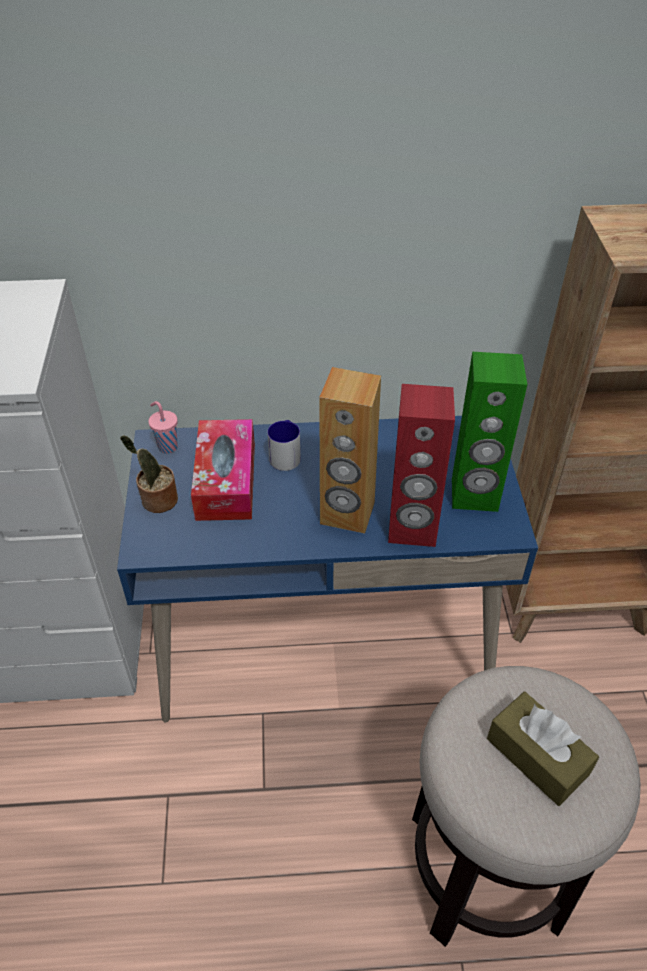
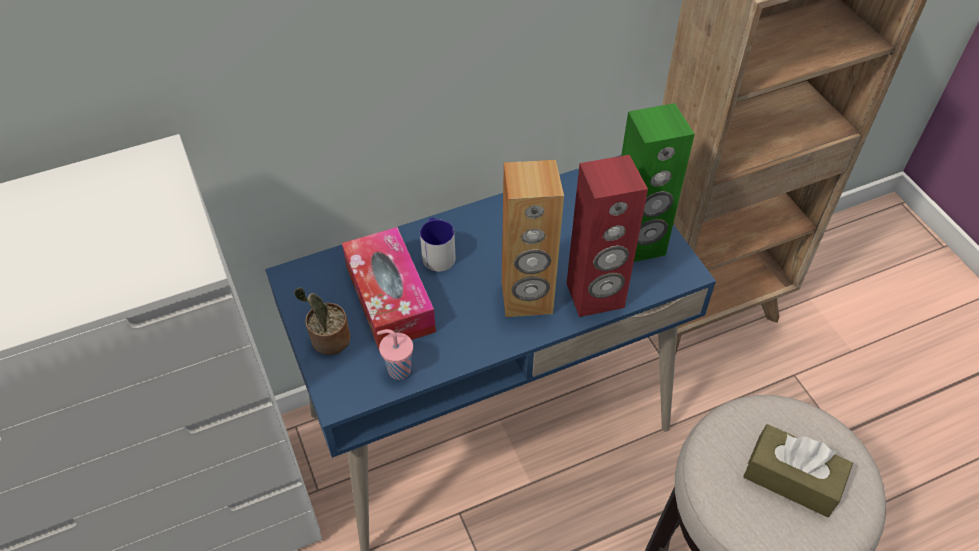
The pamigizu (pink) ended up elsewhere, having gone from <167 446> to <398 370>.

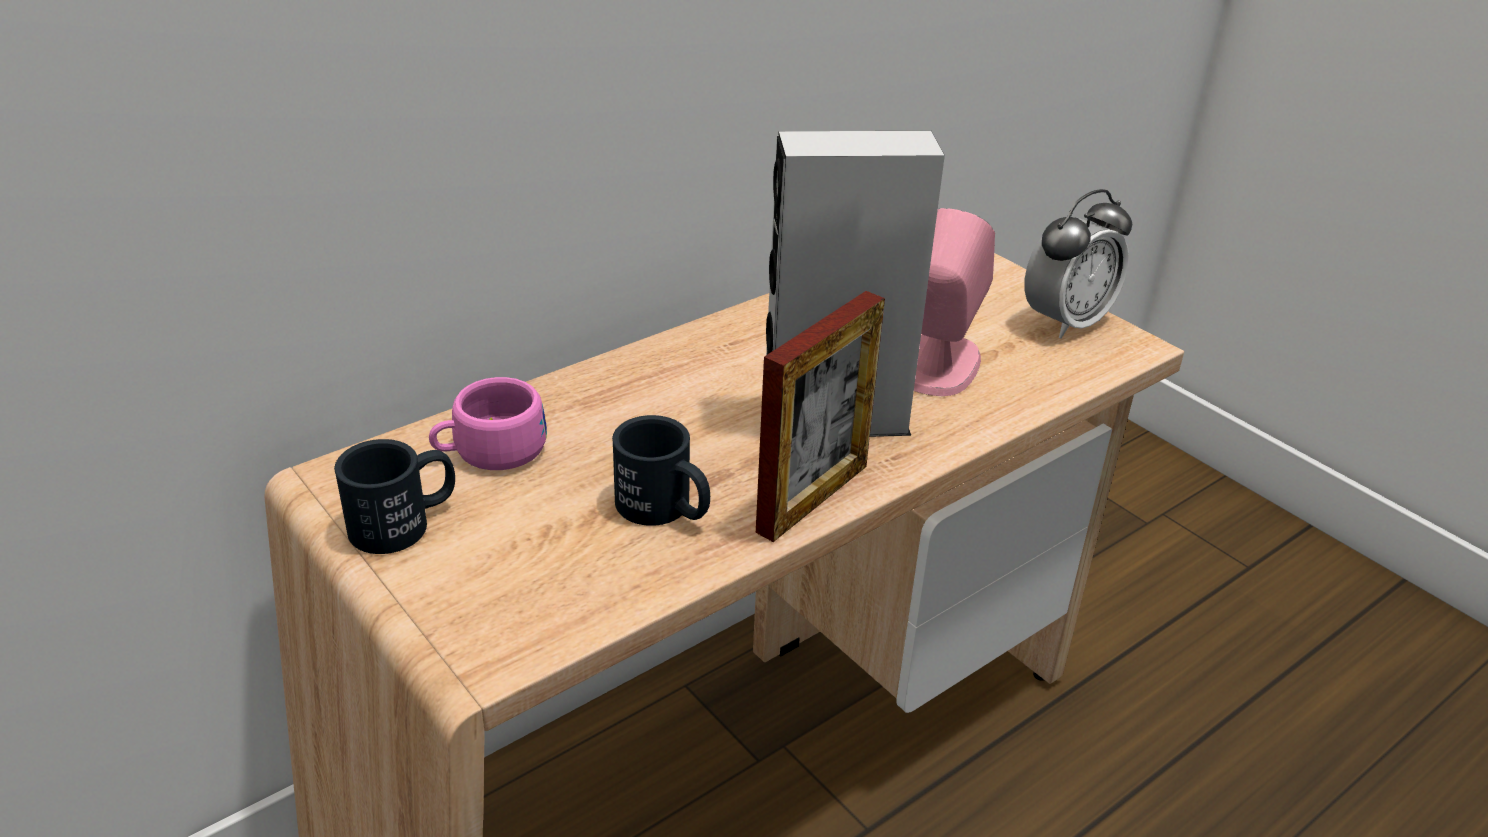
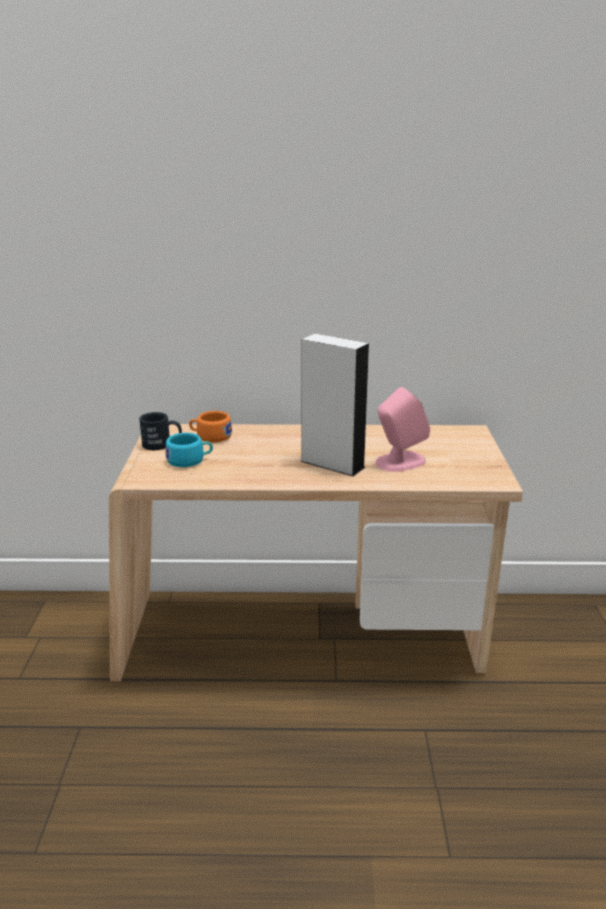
The second view lost the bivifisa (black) at <665 509>. The second view lost the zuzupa at <813 498>. The second view lost the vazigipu at <1066 322>. The second view gained the pamigizu (turquoise) at <190 460>. What was the pamigizu (pink) at <490 451> turned into the pamigizu (orange) at <210 436>.

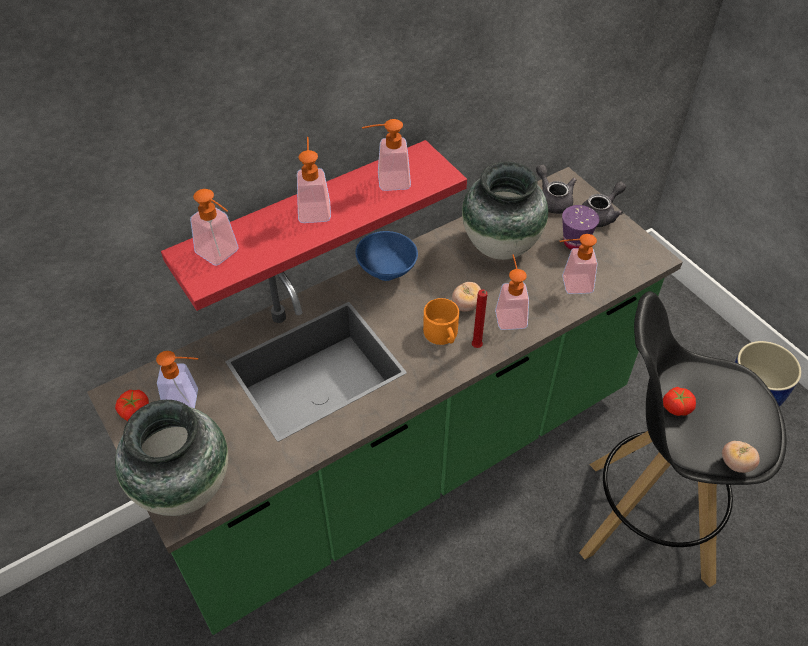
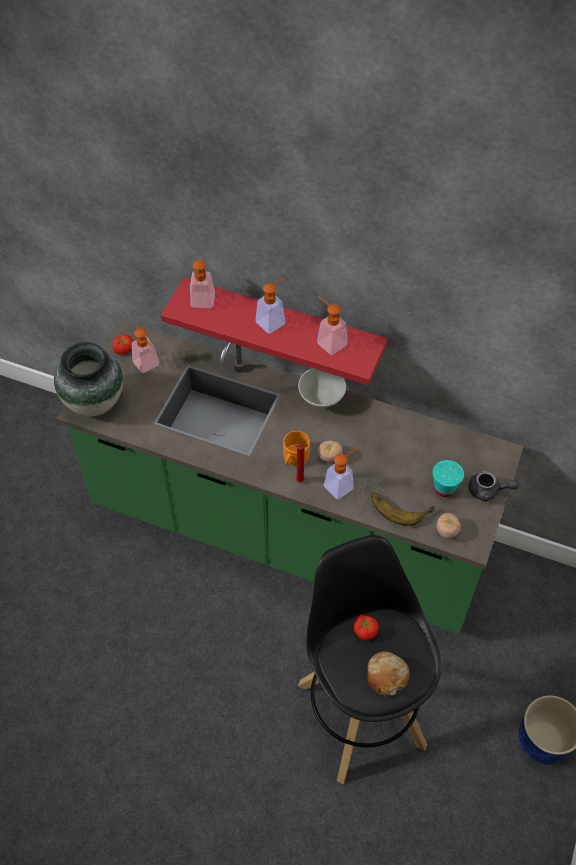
The second view lost the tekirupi at <500 245>. The second view lost the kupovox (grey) at <552 200>. The second view gained the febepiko at <386 676>. The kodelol ended up elsewhere, having gone from <735 464> to <447 531>. Where the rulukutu stood at <571 284>, the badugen came to stand at <400 506>. What was the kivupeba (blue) at <387 271> turned into the kivupeba (white) at <322 398>. What was the pamigizu (purple) at <575 242> turned into the pamigizu (turquoise) at <444 489>.

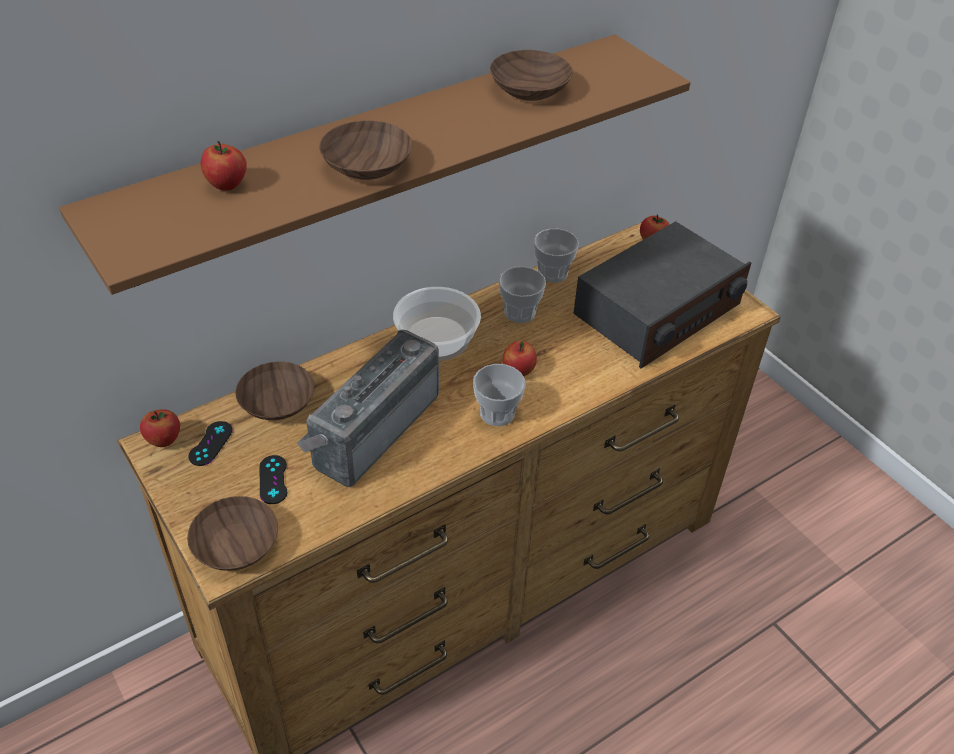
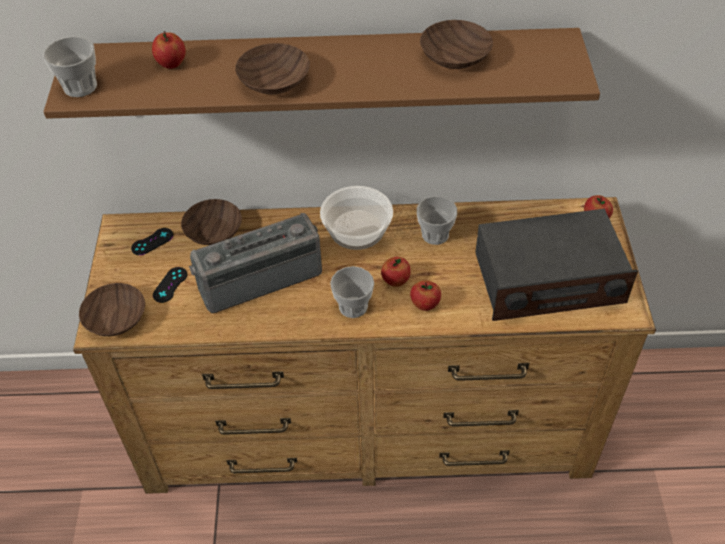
The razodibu ended up elsewhere, having gone from <164 440> to <425 304>. The pamigizu ended up elsewhere, having gone from <552 273> to <80 86>.

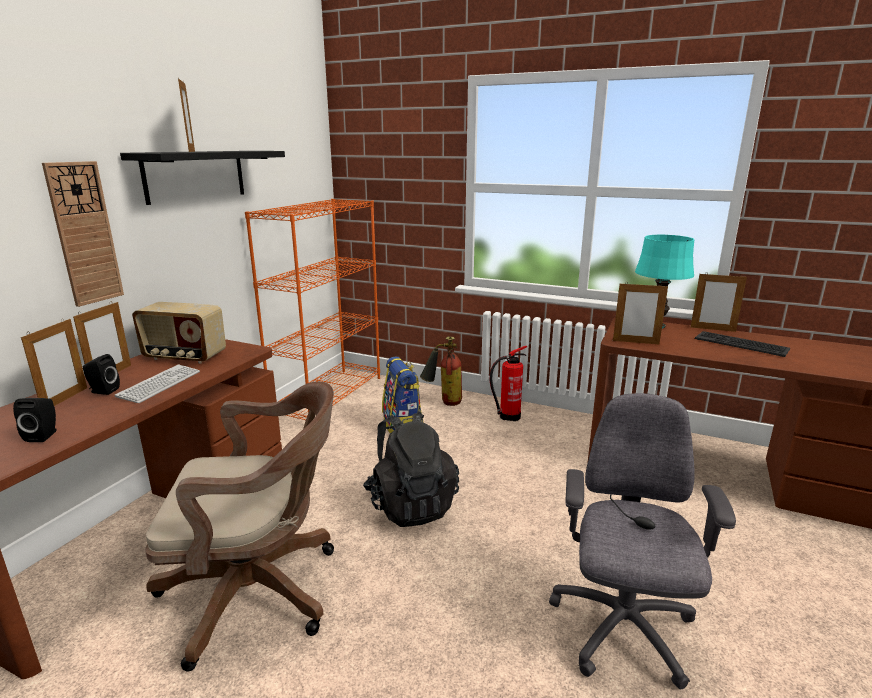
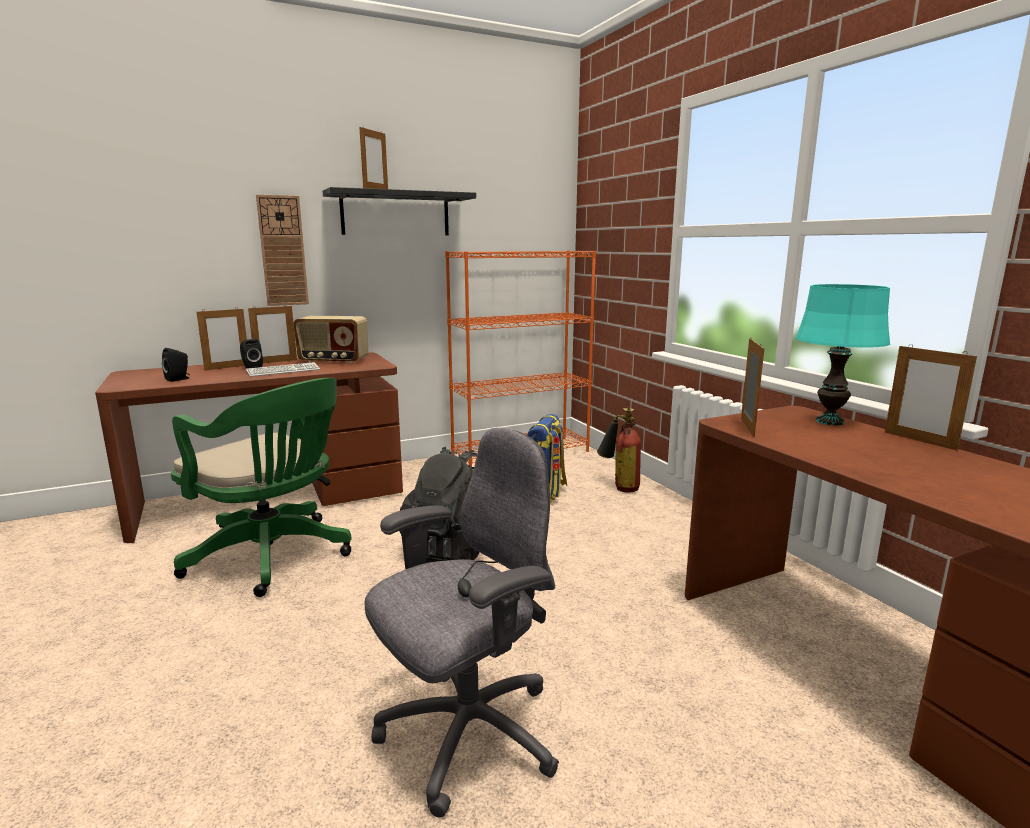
The second view lost the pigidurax at <507 416>. The second view lost the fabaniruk at <741 344>. What was the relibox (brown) at <260 591> turned into the relibox (green) at <274 557>. The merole at <184 357> ended up facing another way, 45 degrees counterclockwise from before. The zuzupa at <635 342> ended up facing another way, 135 degrees counterclockwise from before.

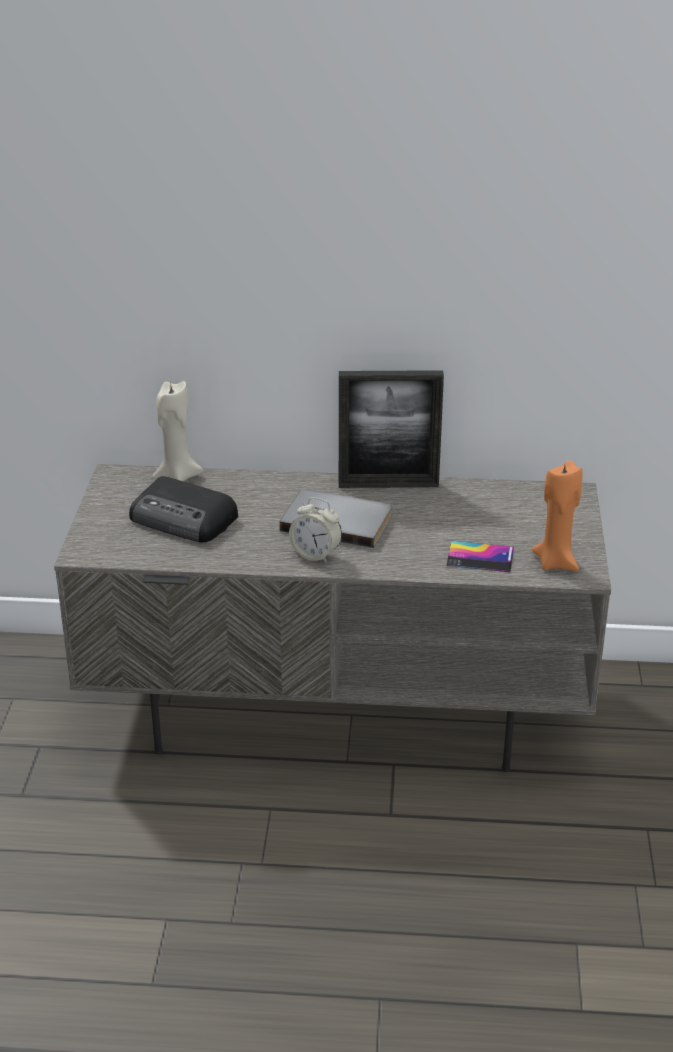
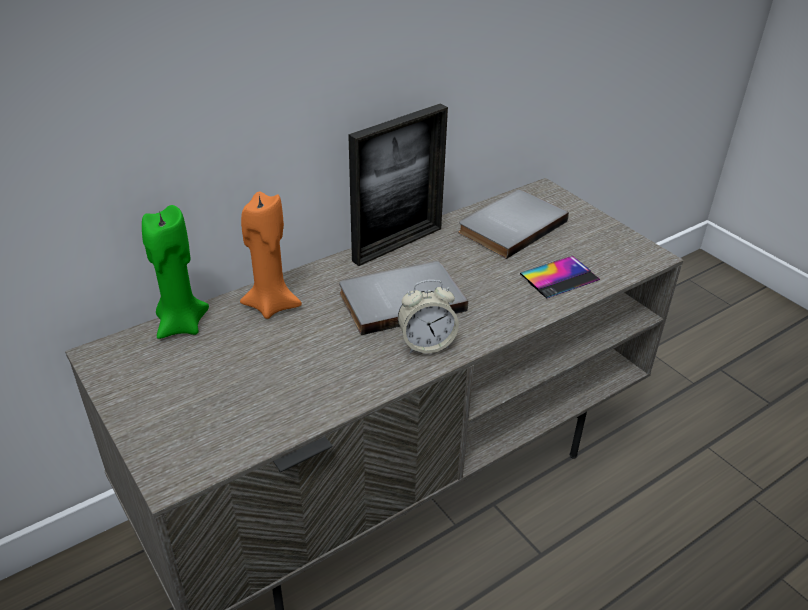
The second view lost the merole at <184 519>. The second view gained the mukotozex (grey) at <509 225>. The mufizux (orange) ended up elsewhere, having gone from <556 562> to <271 305>. What was the mufizux (beige) at <177 477> turned into the mufizux (green) at <181 325>.

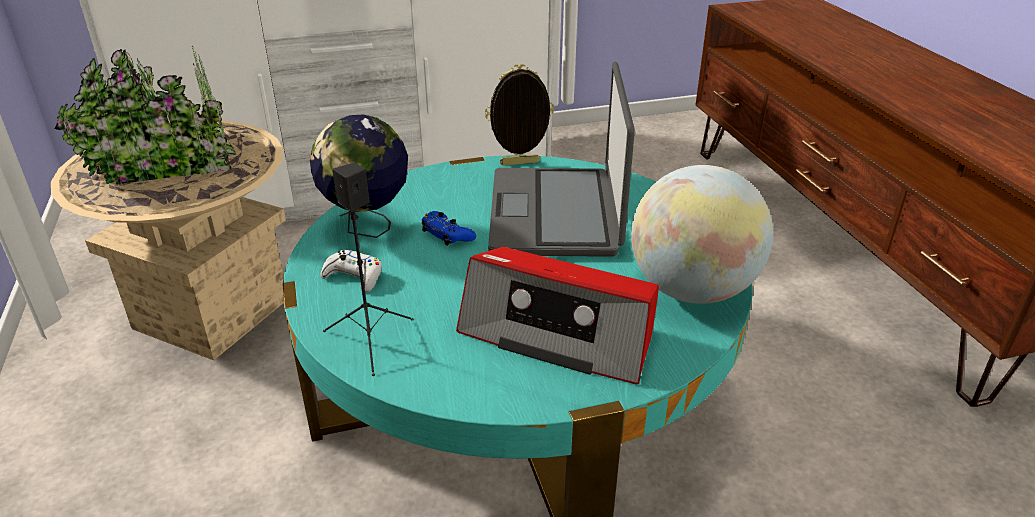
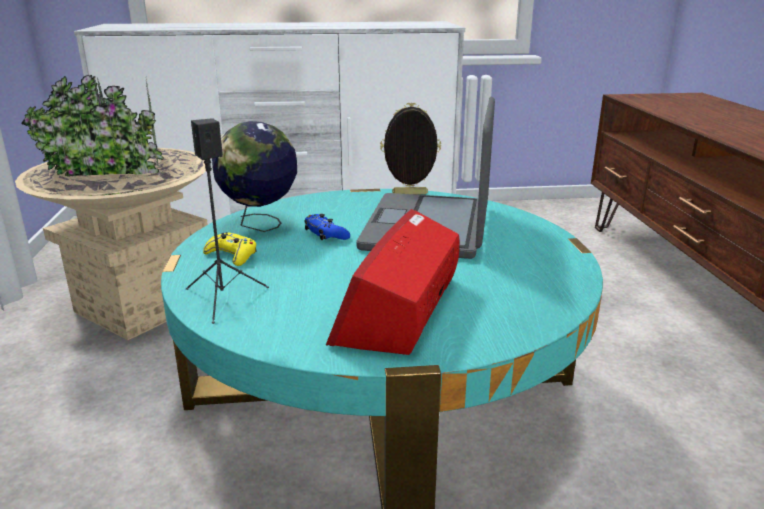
The second view lost the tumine at <692 290>. What was the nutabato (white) at <354 277> turned into the nutabato (yellow) at <232 255>. The merole at <560 333> ended up facing another way, 75 degrees clockwise from before.

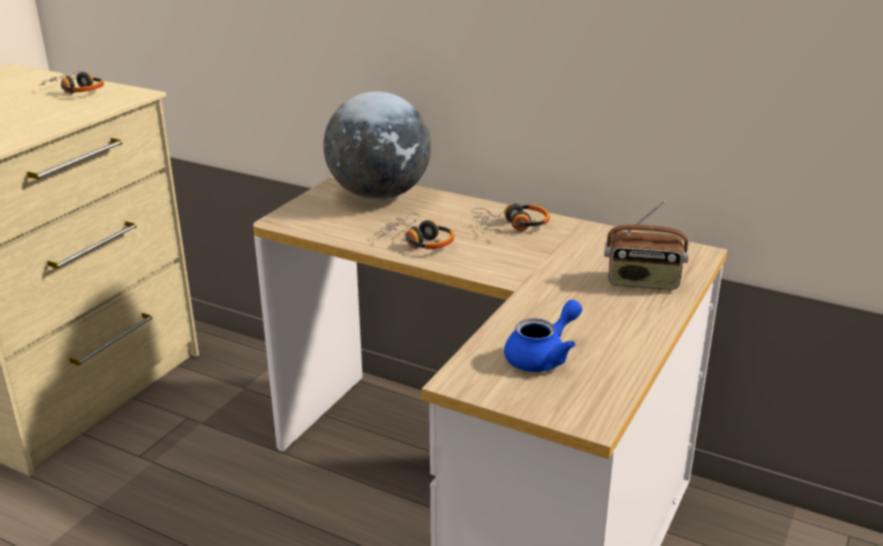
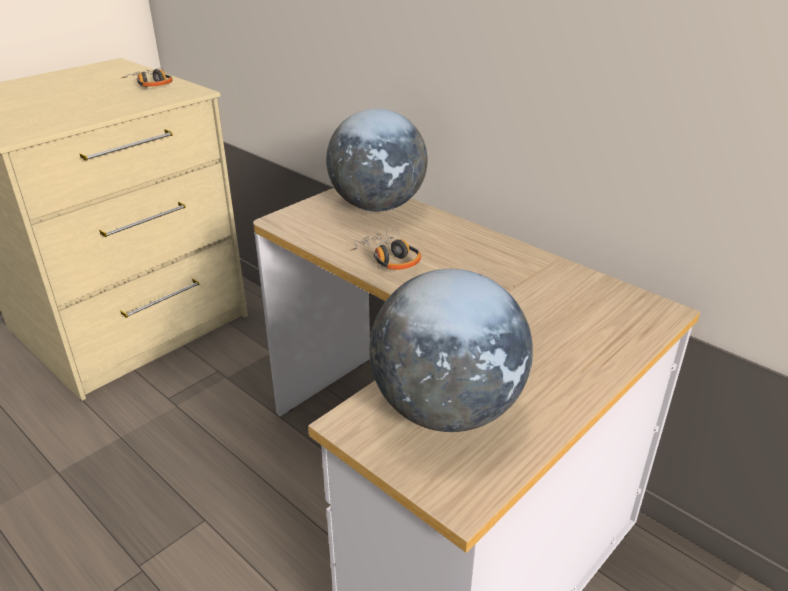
The second view lost the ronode at <512 226>. The second view lost the merole at <642 282>. Where the kupovox (blue) stood at <543 356>, the tumine came to stand at <447 410>.

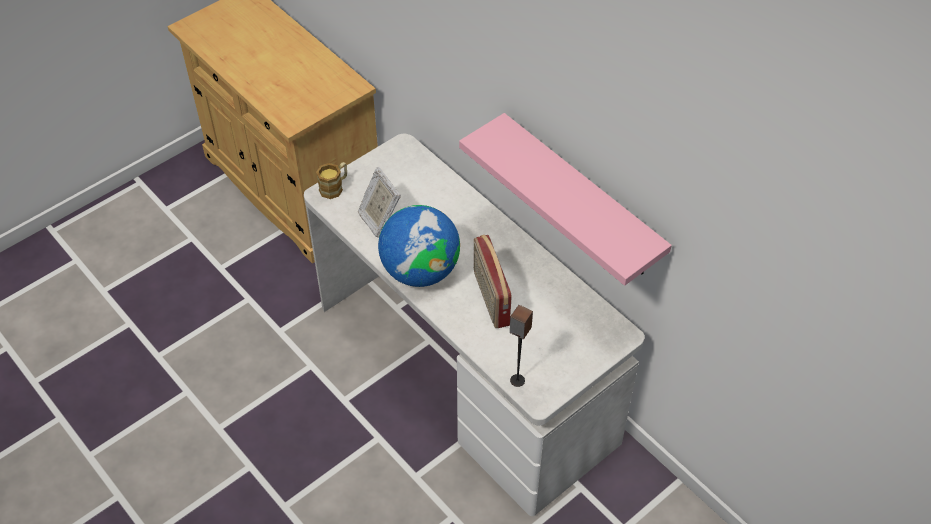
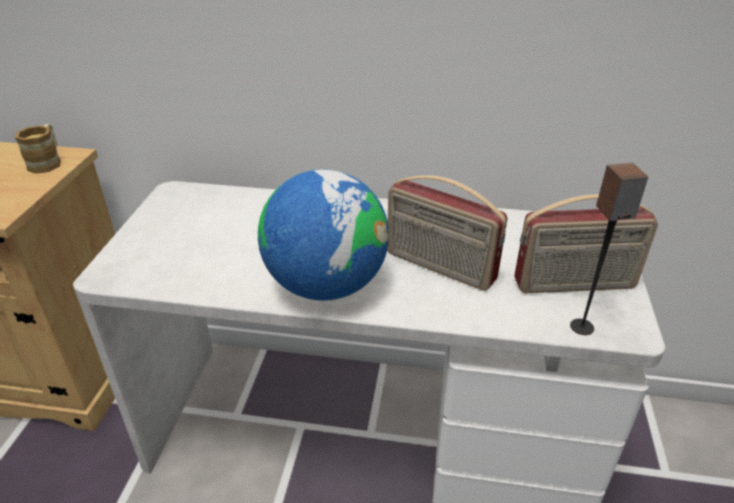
The second view lost the zuzupa at <379 219>. The second view lost the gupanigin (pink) at <581 198>. The second view gained the merole at <575 285>. The bivifisa ended up elsewhere, having gone from <334 187> to <47 162>.

